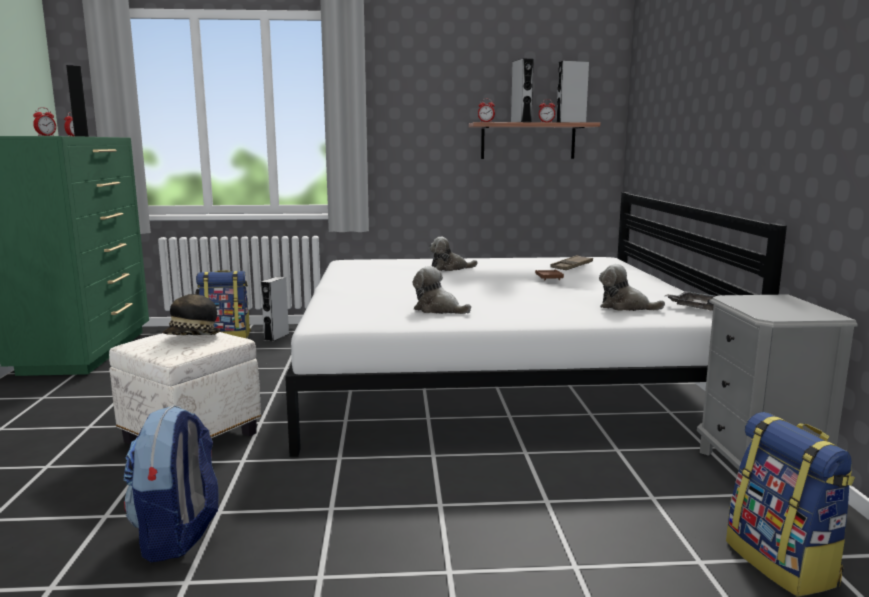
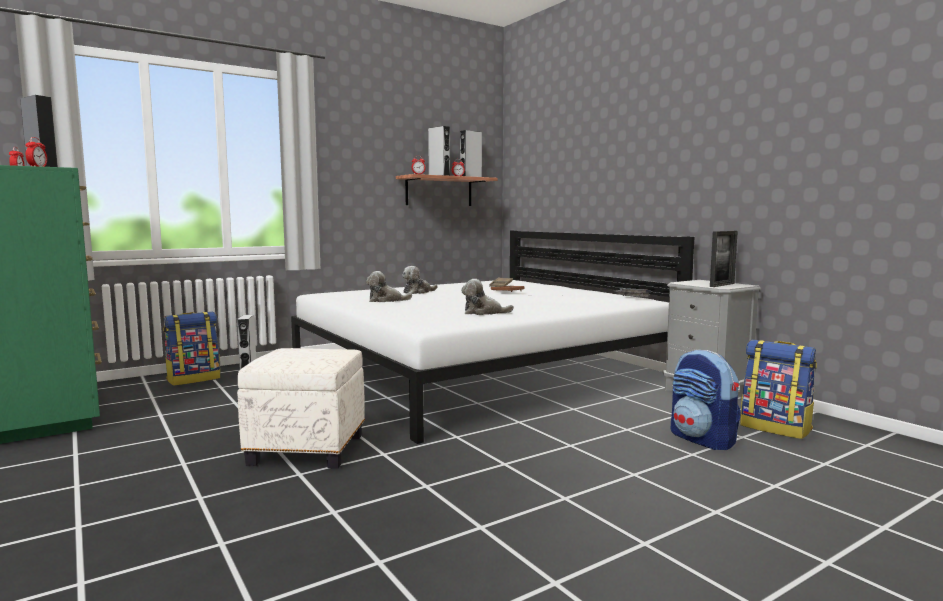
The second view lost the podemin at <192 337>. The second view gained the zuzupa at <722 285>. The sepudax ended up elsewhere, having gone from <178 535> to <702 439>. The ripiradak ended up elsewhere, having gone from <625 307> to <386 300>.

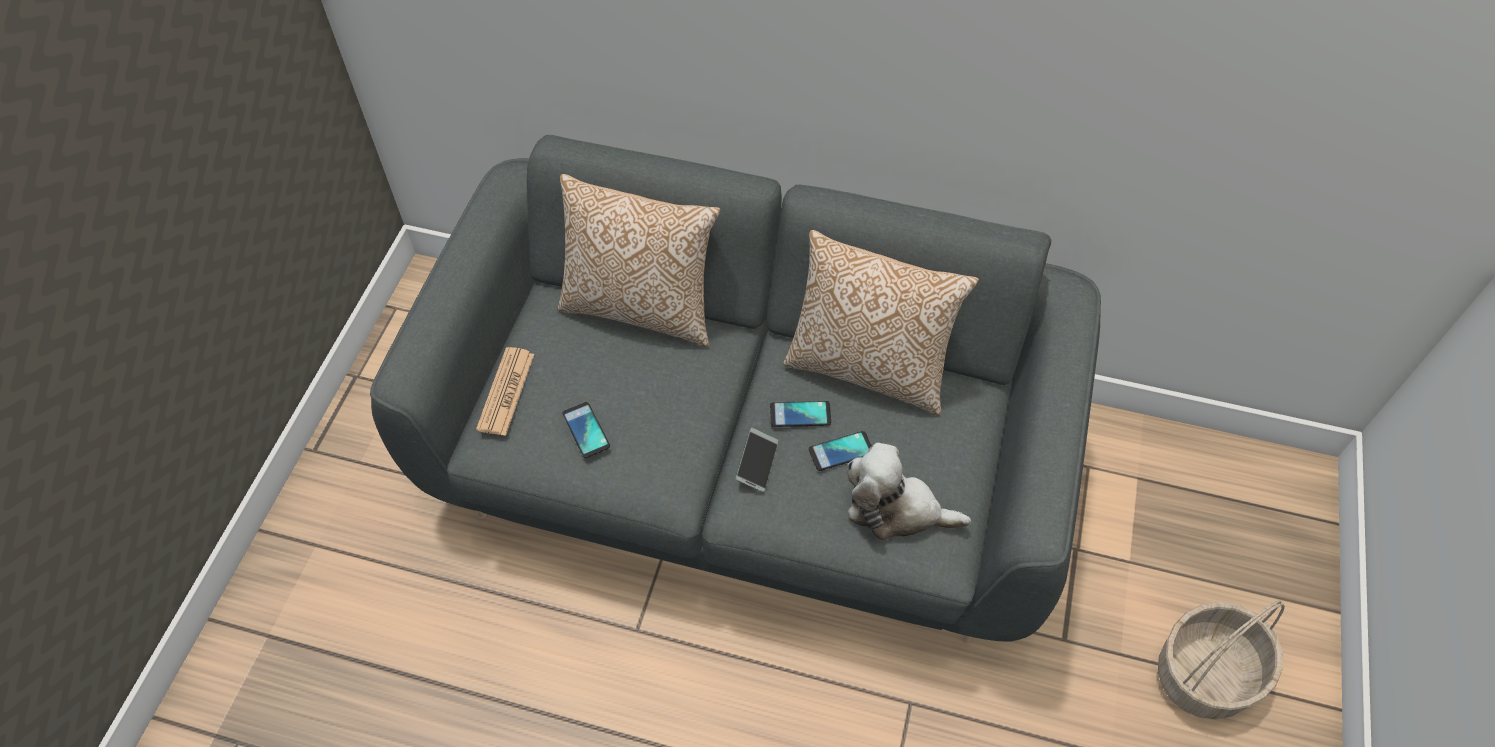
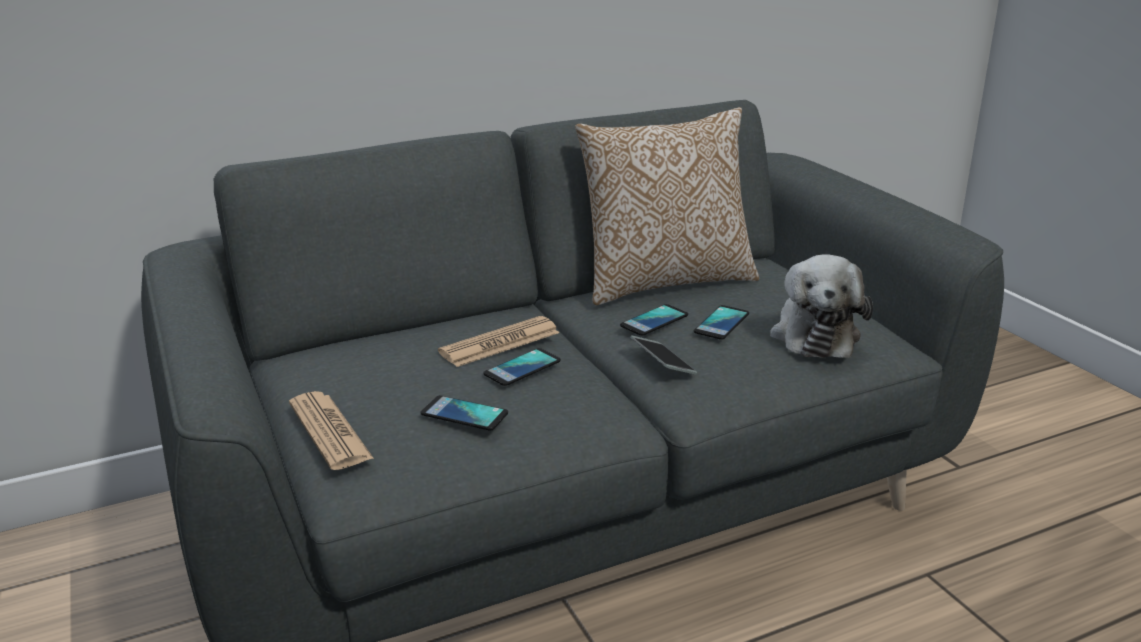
The second view lost the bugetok at <641 307>. The second view lost the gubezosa at <1205 675>. The second view gained the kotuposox at <500 343>. The second view gained the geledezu at <522 368>. The ripiradak at <896 509> ended up facing another way, 60 degrees counterclockwise from before.

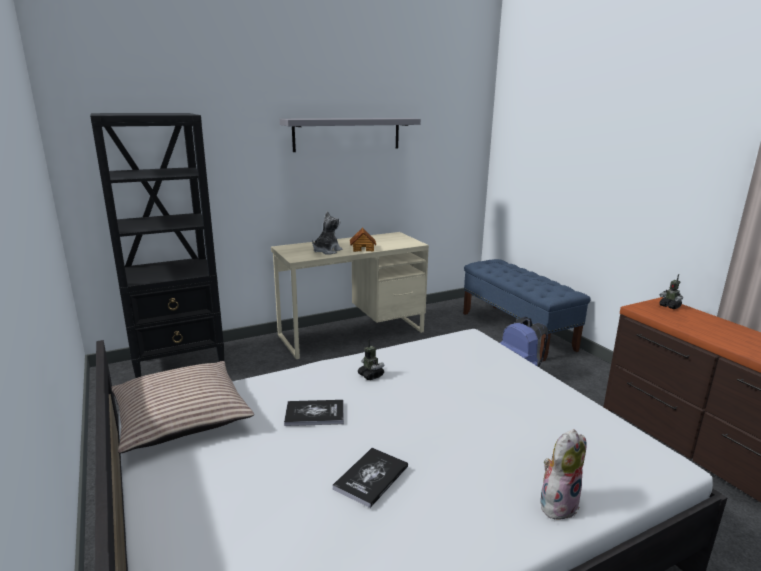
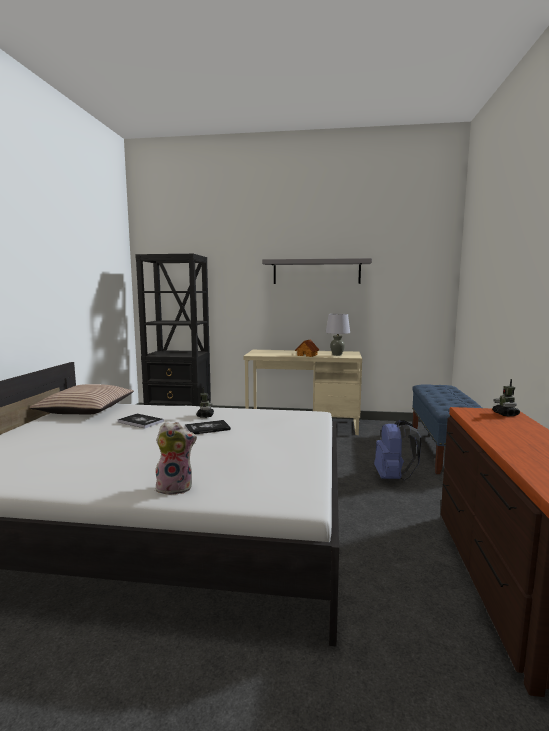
The second view lost the ripiradak at <326 251>. The second view gained the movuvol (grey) at <337 355>. The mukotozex ended up elsewhere, having gone from <371 477> to <207 428>.

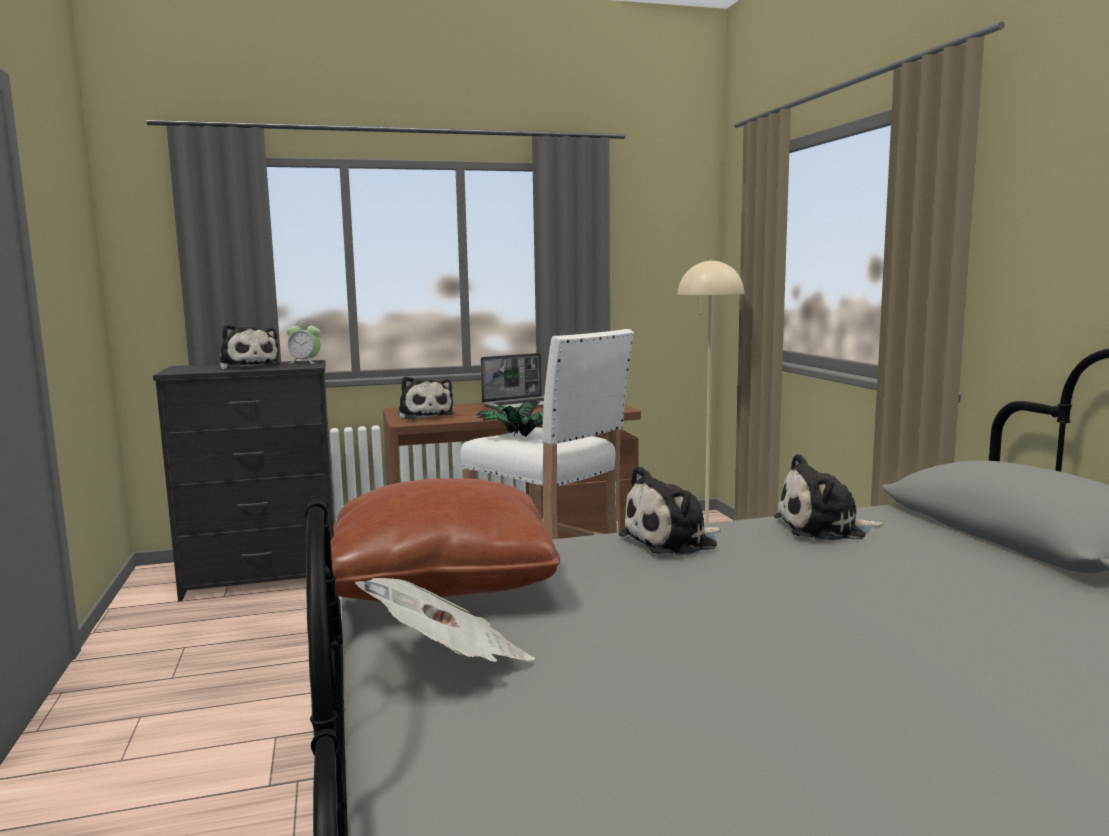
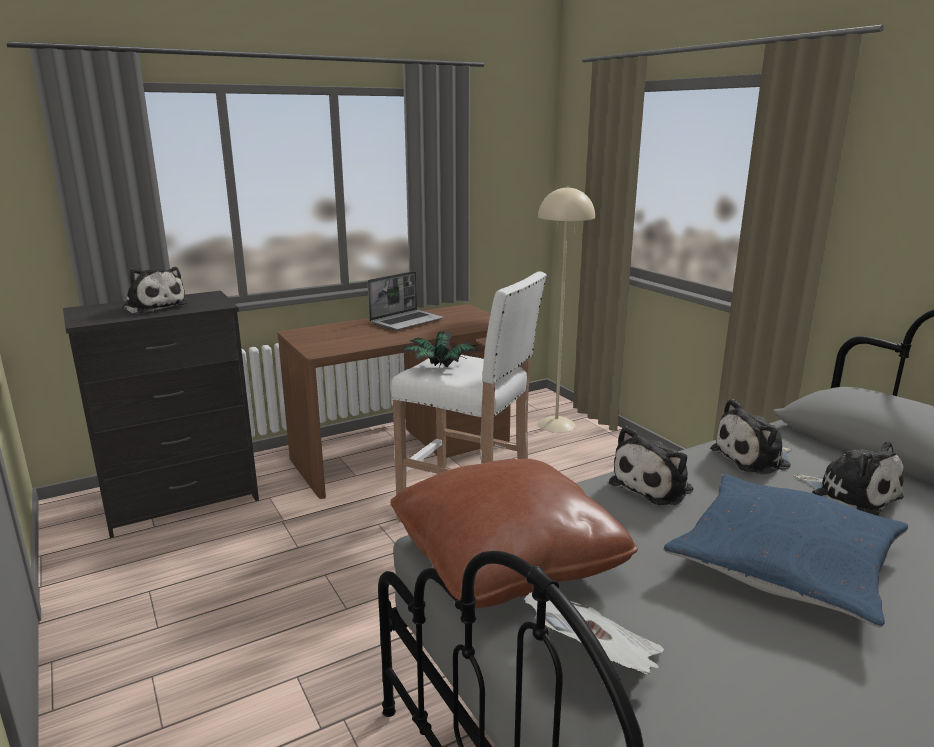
The second view lost the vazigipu at <305 362>. The second view gained the bugetok (blue) at <784 562>. The ripiradak ended up elsewhere, having gone from <425 415> to <851 494>.

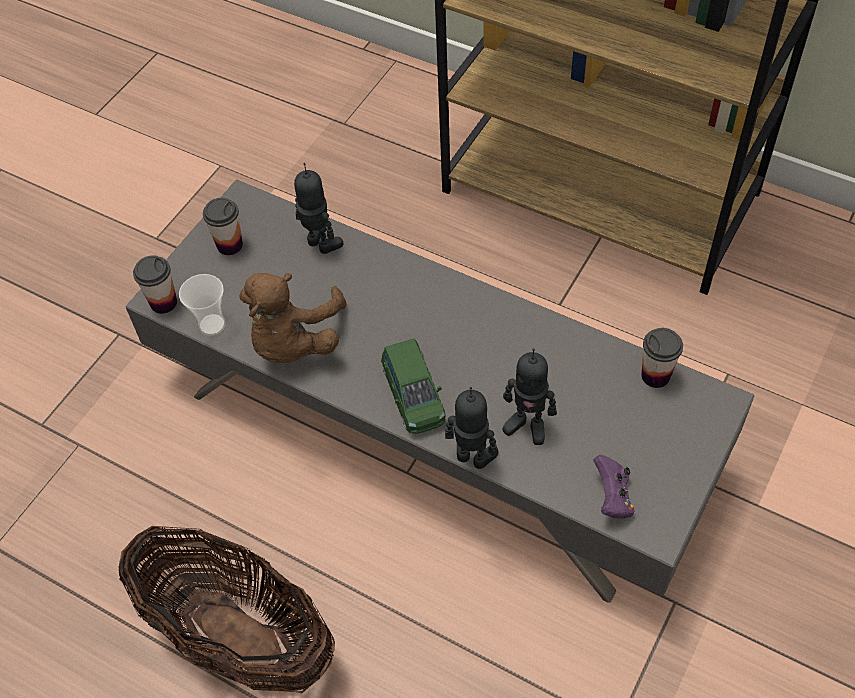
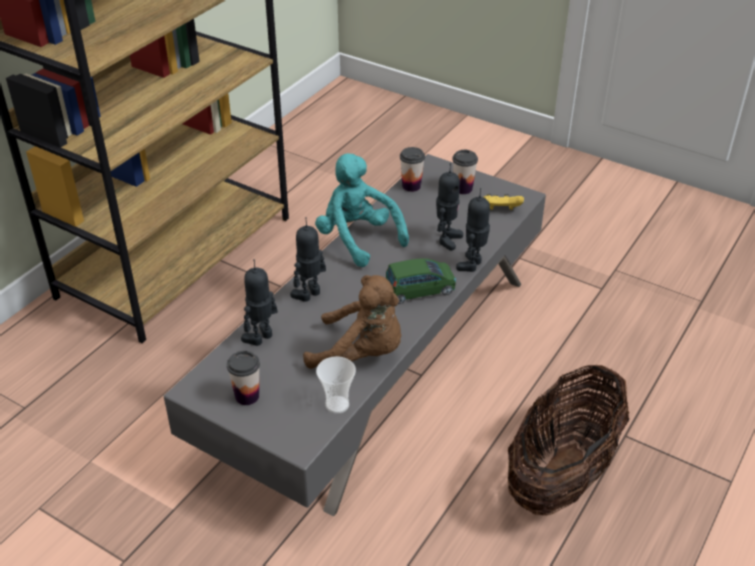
The second view gained the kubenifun at <309 294>. The second view gained the ripiradak (turquoise) at <357 239>. The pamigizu ended up elsewhere, having gone from <163 303> to <463 188>. What was the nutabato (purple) at <612 497> turned into the nutabato (yellow) at <501 210>.

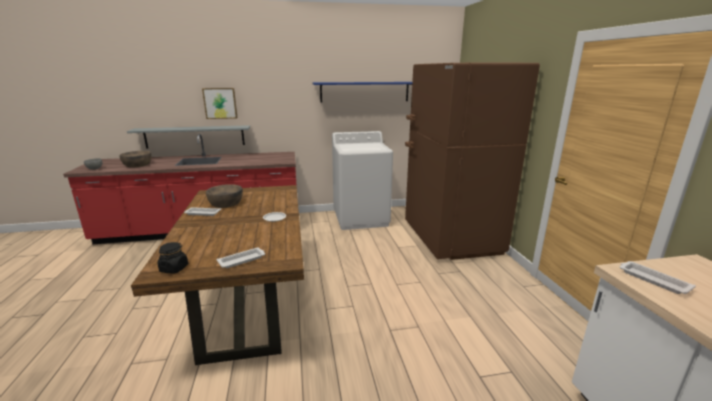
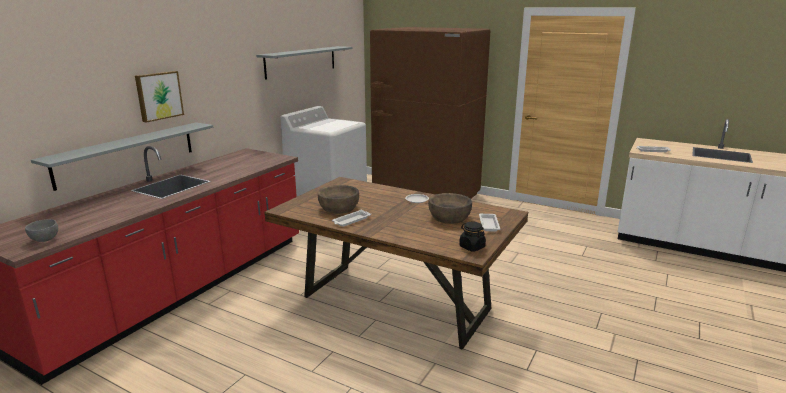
The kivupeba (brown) ended up elsewhere, having gone from <137 165> to <449 217>. What was the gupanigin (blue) at <365 92> turned into the gupanigin (grey) at <301 61>.

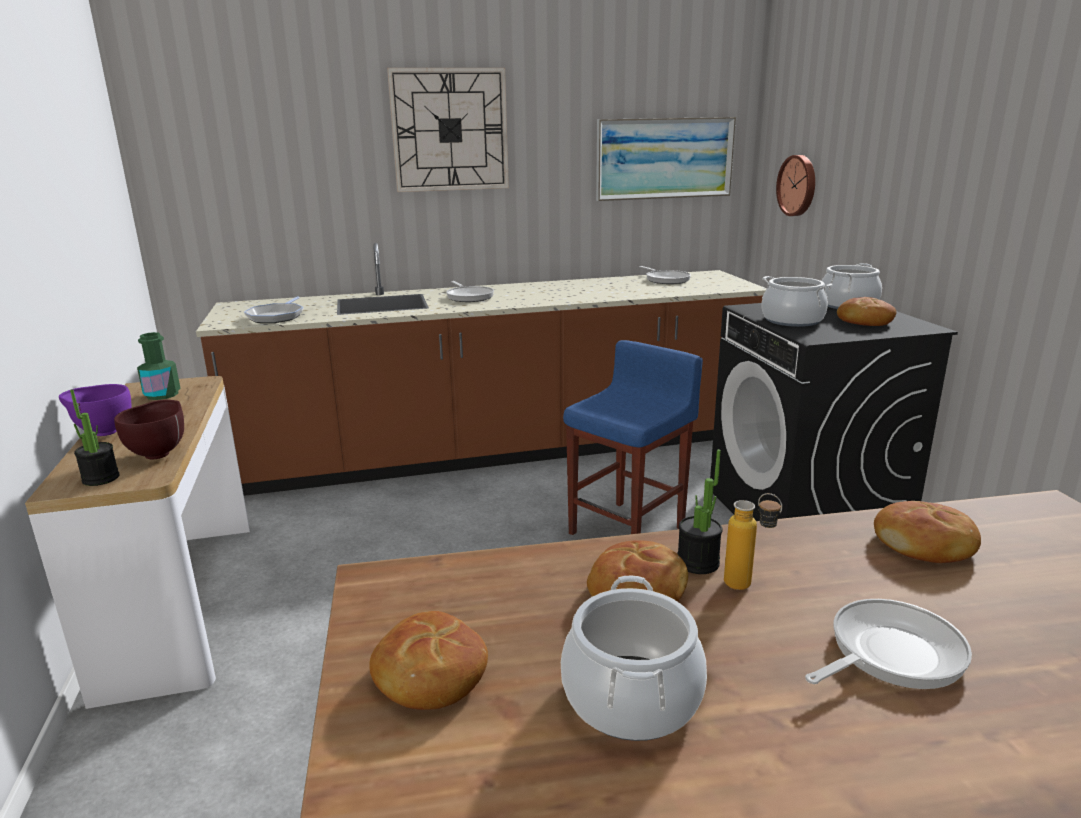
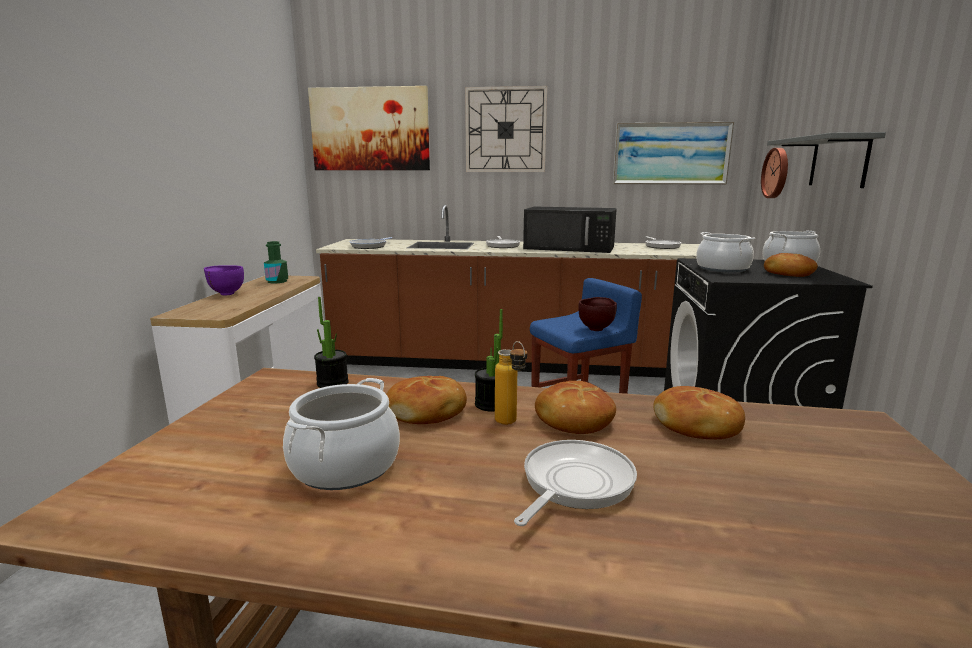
The second view gained the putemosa at <370 129>. The second view gained the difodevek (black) at <570 248>. The second view gained the gupanigin (grey) at <838 162>. The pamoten ended up elsewhere, having gone from <101 478> to <332 383>. The kivupeba (brown) ended up elsewhere, having gone from <159 453> to <596 328>. The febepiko ended up elsewhere, having gone from <429 676> to <573 419>. The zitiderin at <890 653> ended up facing another way, 45 degrees counterclockwise from before.

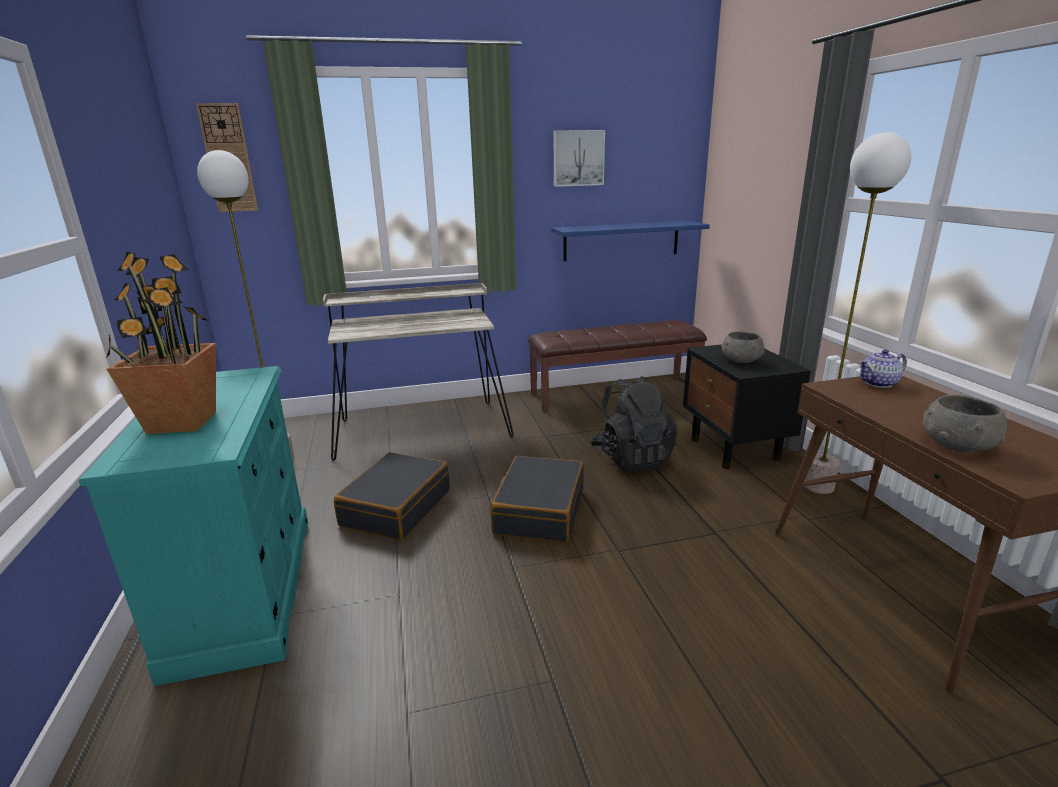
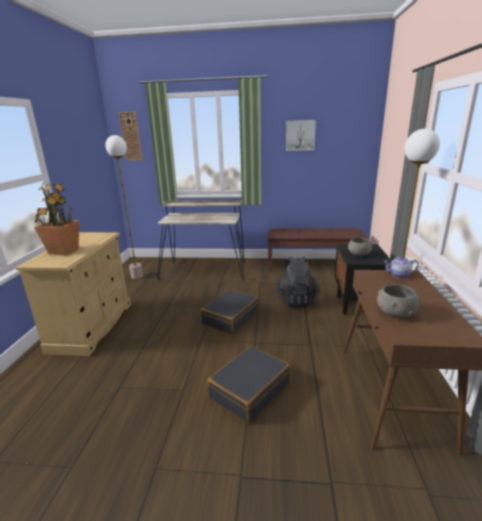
The second view lost the gupanigin (blue) at <621 240>. The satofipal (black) ended up elsewhere, having gone from <396 508> to <249 390>. What was the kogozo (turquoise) at <246 589> turned into the kogozo (beige) at <92 326>.

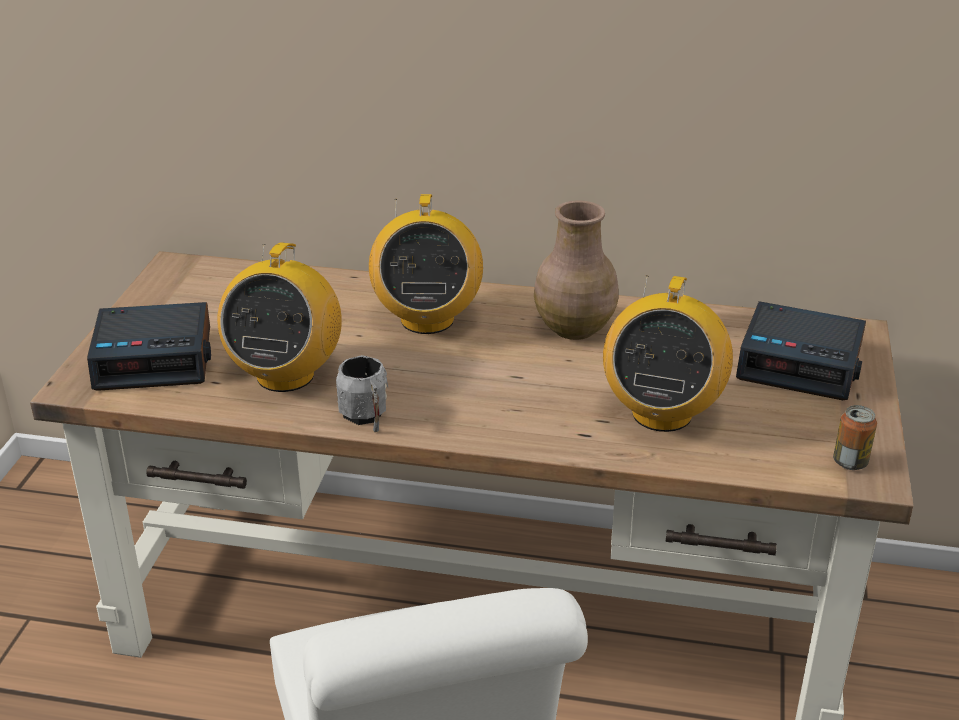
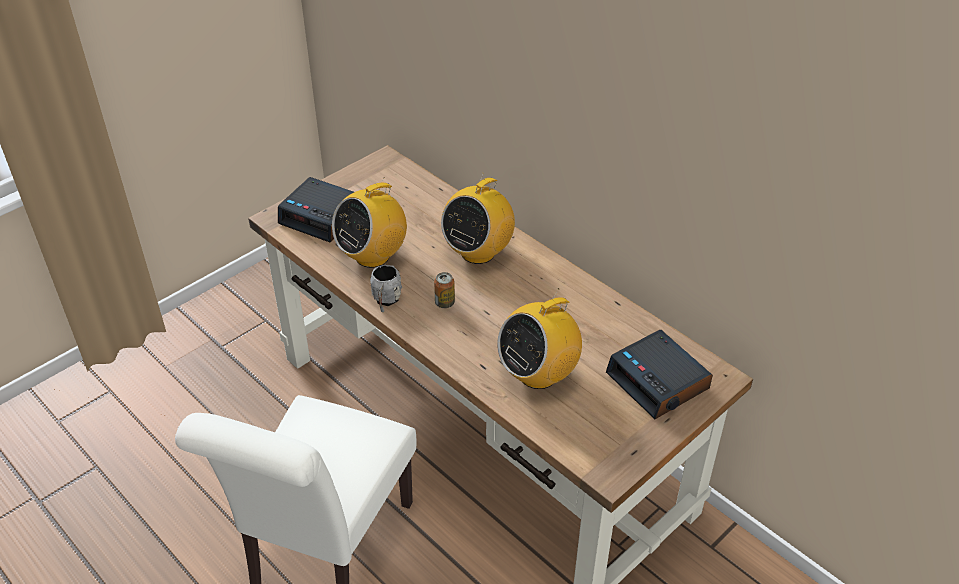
The second view lost the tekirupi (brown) at <575 328>. The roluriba ended up elsewhere, having gone from <850 462> to <444 303>.

